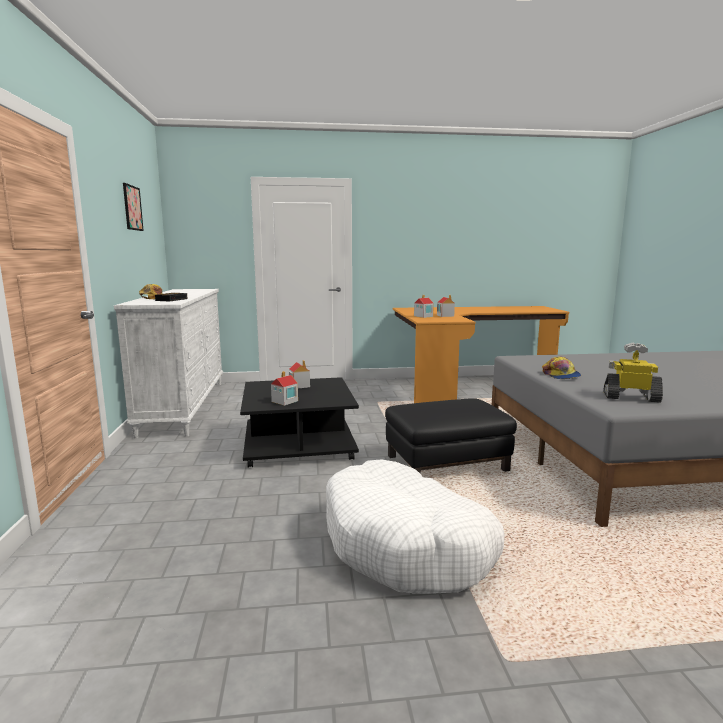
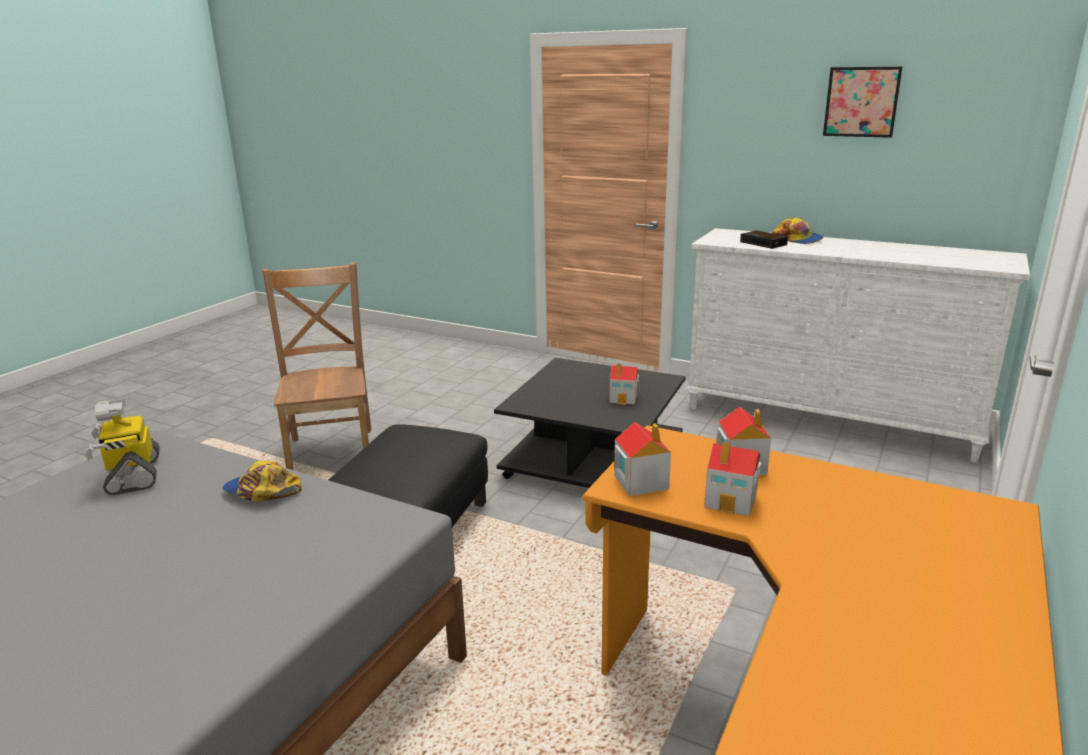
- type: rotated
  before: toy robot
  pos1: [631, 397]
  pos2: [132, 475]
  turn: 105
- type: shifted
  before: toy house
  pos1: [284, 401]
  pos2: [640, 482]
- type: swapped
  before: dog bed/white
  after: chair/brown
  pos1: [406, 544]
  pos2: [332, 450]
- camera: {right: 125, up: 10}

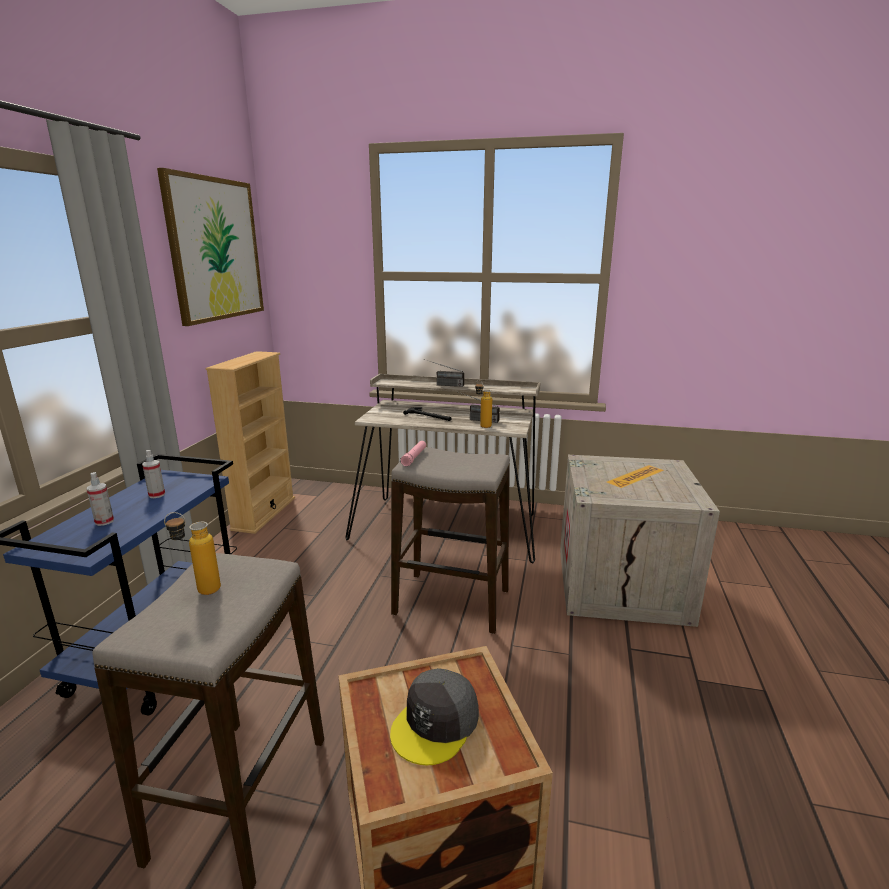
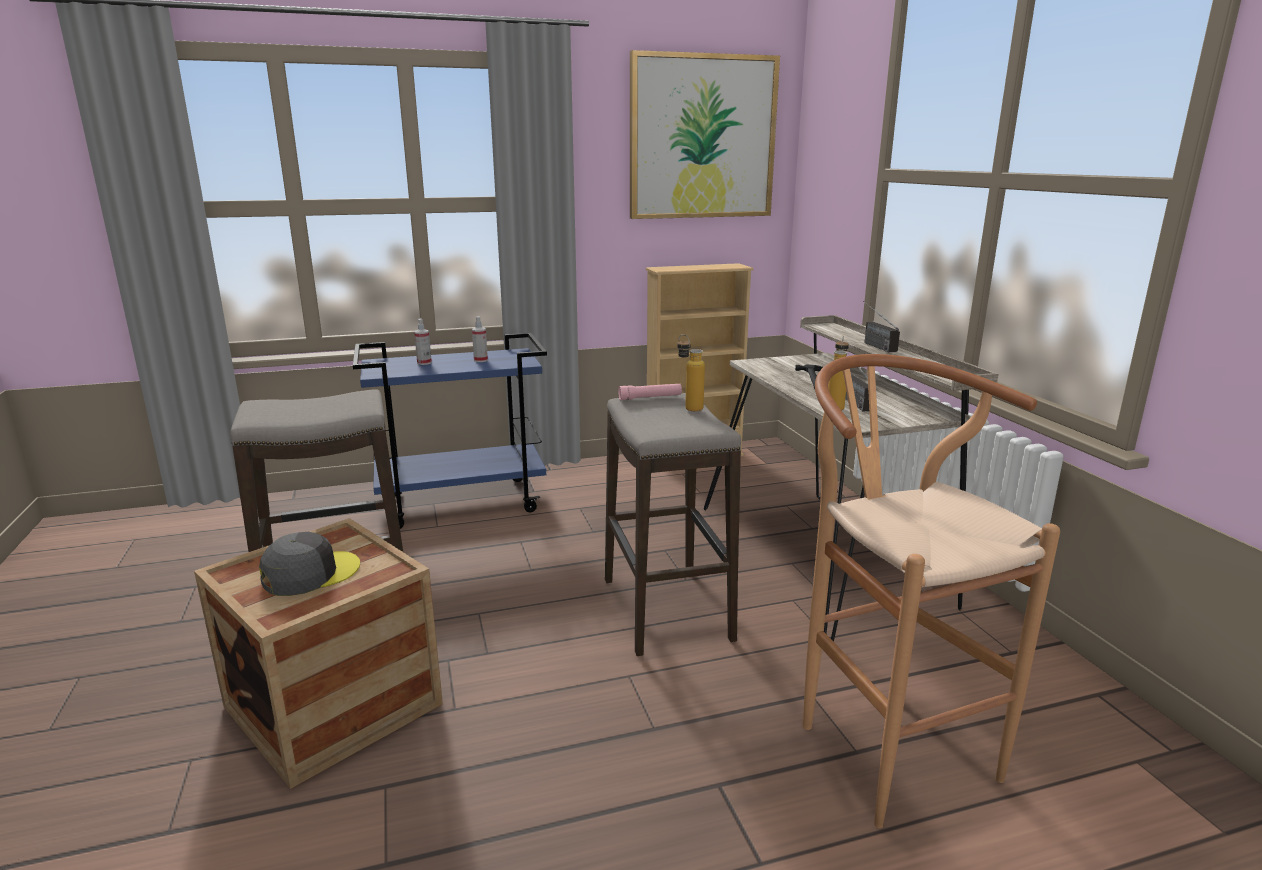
- type: swapped
  before: crate
  after: stool/brown
  pos1: [619, 583]
  pos2: [882, 742]
- type: shifted
  before: bottle
  pos1: [199, 590]
  pos2: [688, 407]
- type: rotated
  before: cap/grey
  pos1: [436, 723]
  pos2: [310, 573]
  turn: 135
- camera: {right: 60, up: 0}

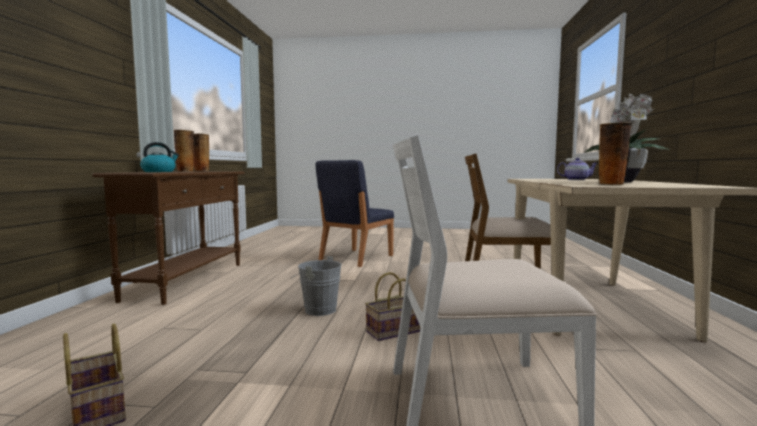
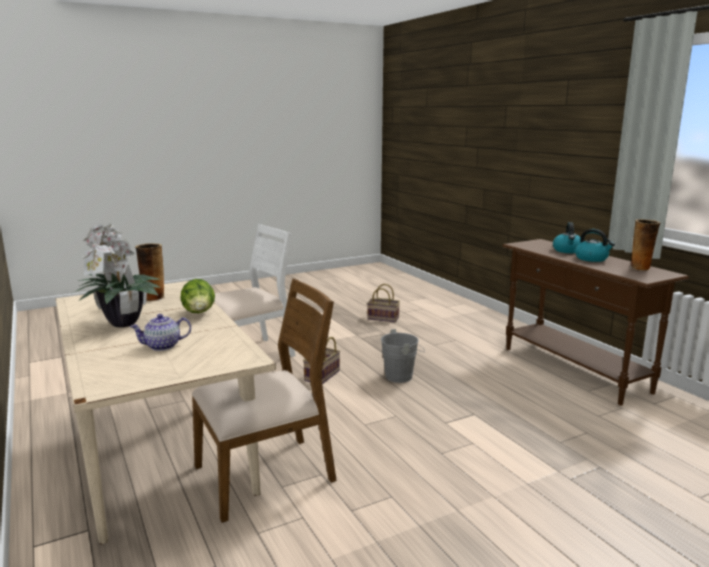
- type: swapped
  before: vase
  after: kettle
  pos1: [186, 171]
  pos2: [592, 259]
- type: gone
  before: chair/blue
  pos1: [355, 258]
- type: new
  after: lettuce
  pos2: [199, 313]
- camera: {right: 145, up: 10}

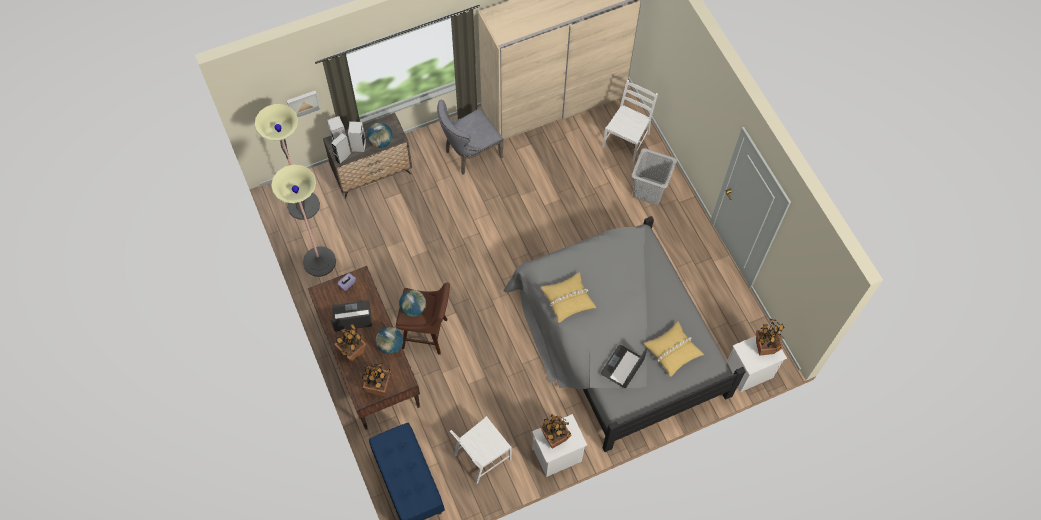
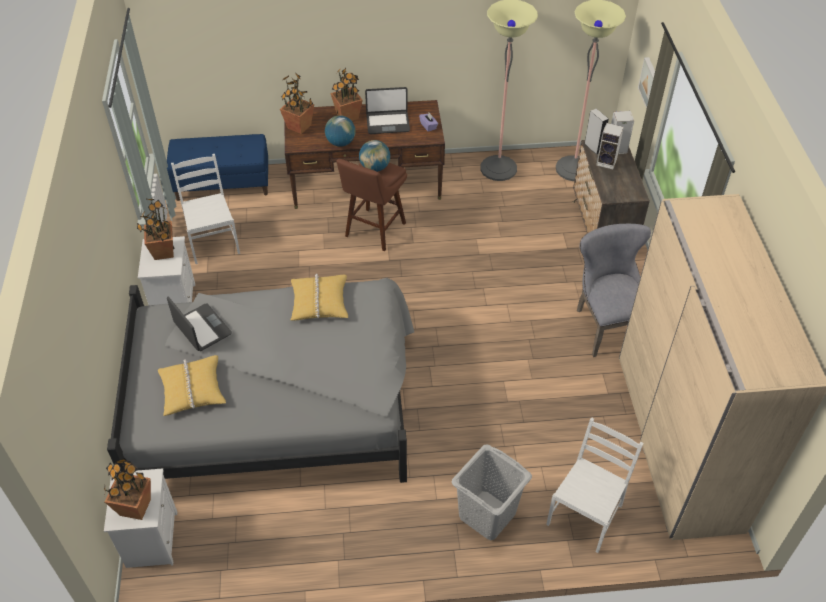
- type: rotated
  before: chair/white
  pos1: [626, 140]
  pos2: [585, 514]
  turn: -105
- type: gone
  before: globe
  pos1: [381, 142]
- type: rotated
  before: laptop
  pos1: [352, 317]
  pos2: [388, 123]
  turn: 75
- camera: {right: 110, up: -15}

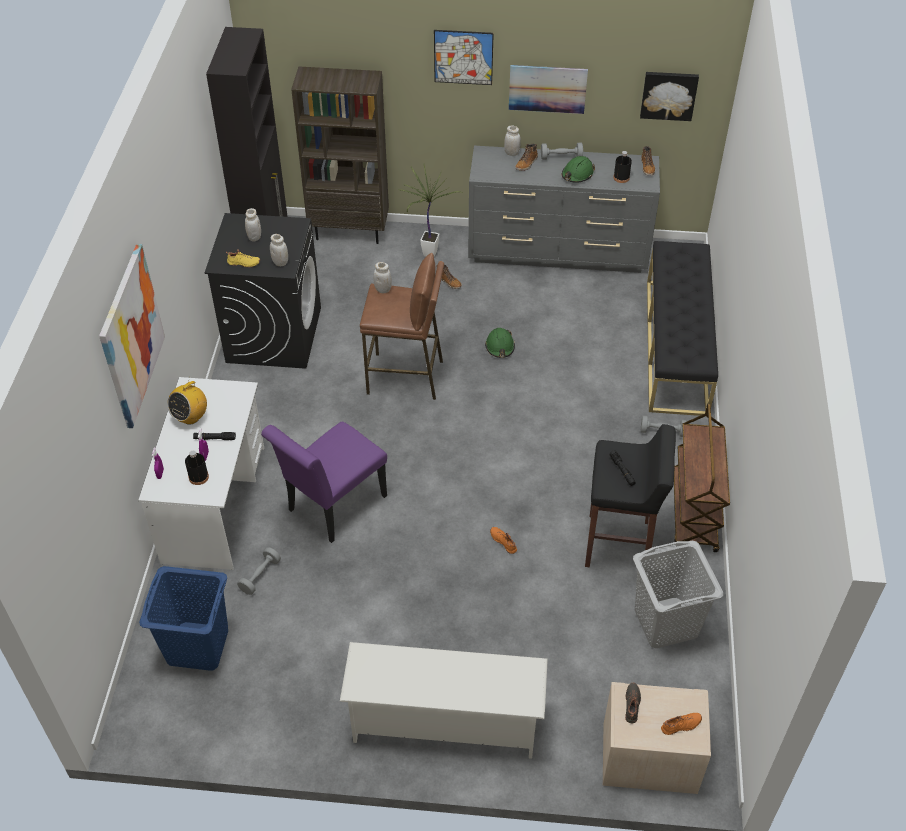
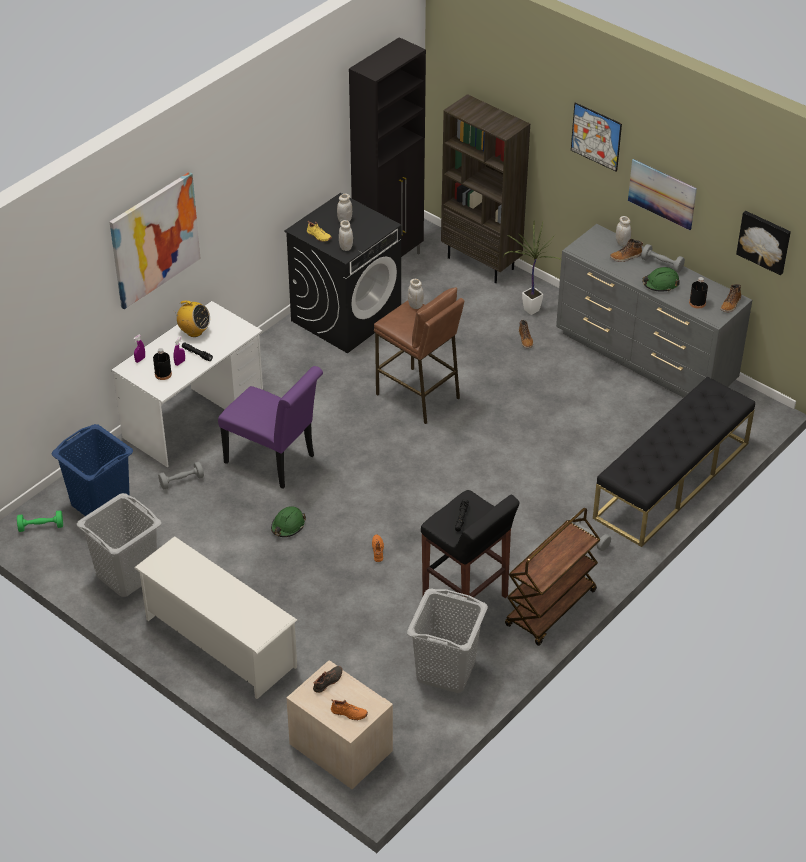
- type: shifted
  before: hard hat/green
  pos1: [500, 347]
  pos2: [288, 526]
- type: rotated
  before: radio
  pos1: [190, 417]
  pos2: [194, 332]
  turn: -135
- type: rotated
  before: chair/purple
  pos1: [332, 507]
  pos2: [274, 461]
  turn: -135
- type: new
  after: laundry basket/grey
  pos2: [126, 575]
- type: new
  after: dumbbell/green
  pos2: [41, 527]
- camera: {right: 35, up: -5}

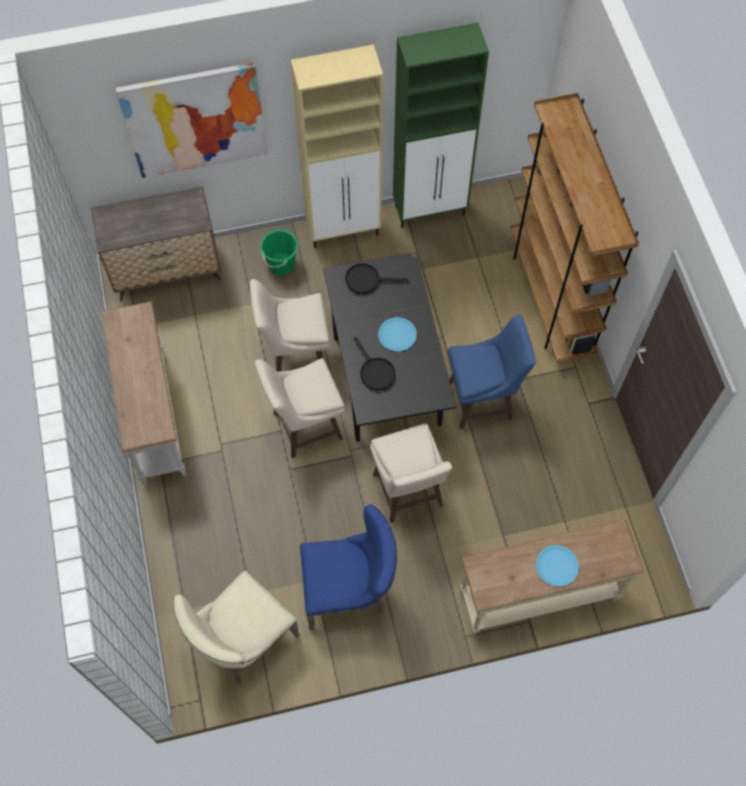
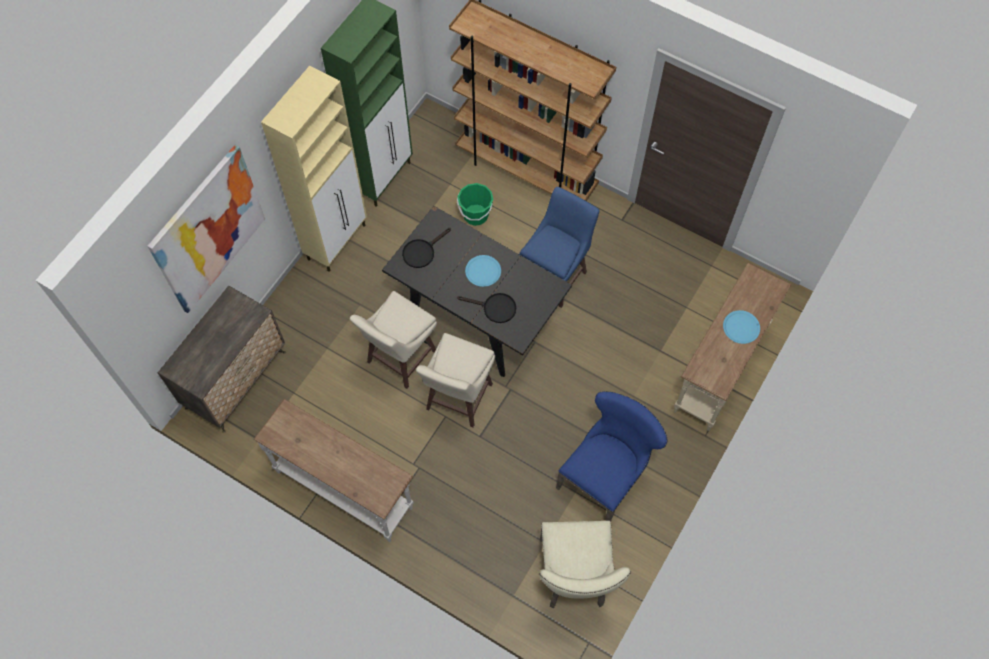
- type: shifted
  before: bucket/green
  pos1: [281, 264]
  pos2: [475, 215]
- type: gone
  before: stool/beige
  pos1: [407, 492]
- camera: {right: -45, up: 0}

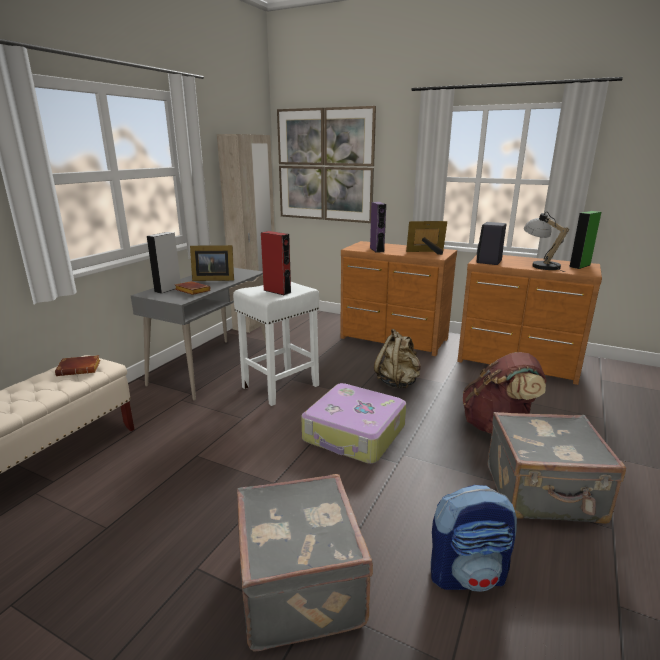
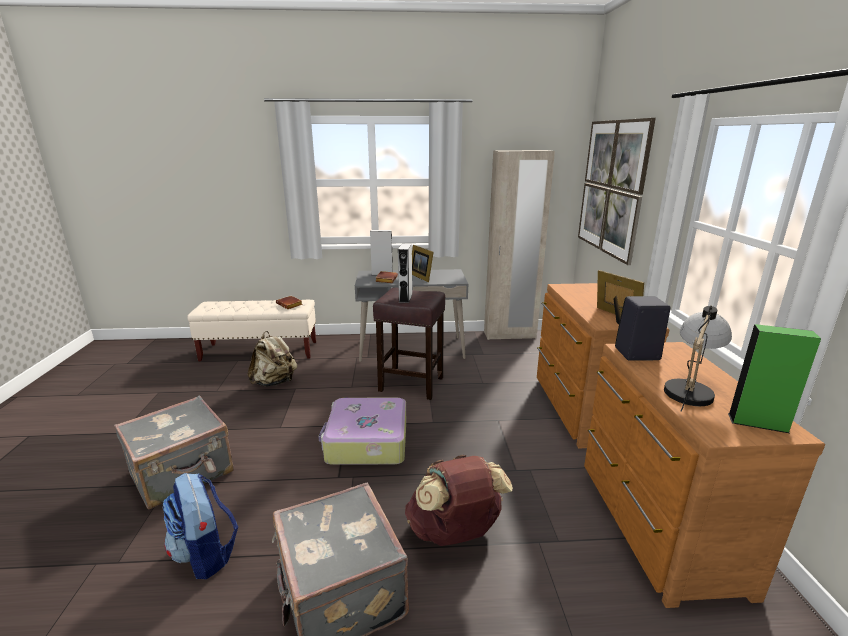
- type: gone
  before: speaker/purple
  pos1: [377, 250]
- type: repainted
  before: speaker/red
  after: speaker/grey
  pos1: [277, 291]
  pos2: [405, 298]
- type: repainted
  before: stool/white
  after: stool/brown
  pos1: [279, 387]
  pos2: [410, 384]
- type: shifted
  before: backpack/beige
  pos1: [398, 382]
  pos2: [275, 382]
- camera: {right: 60, up: 0}

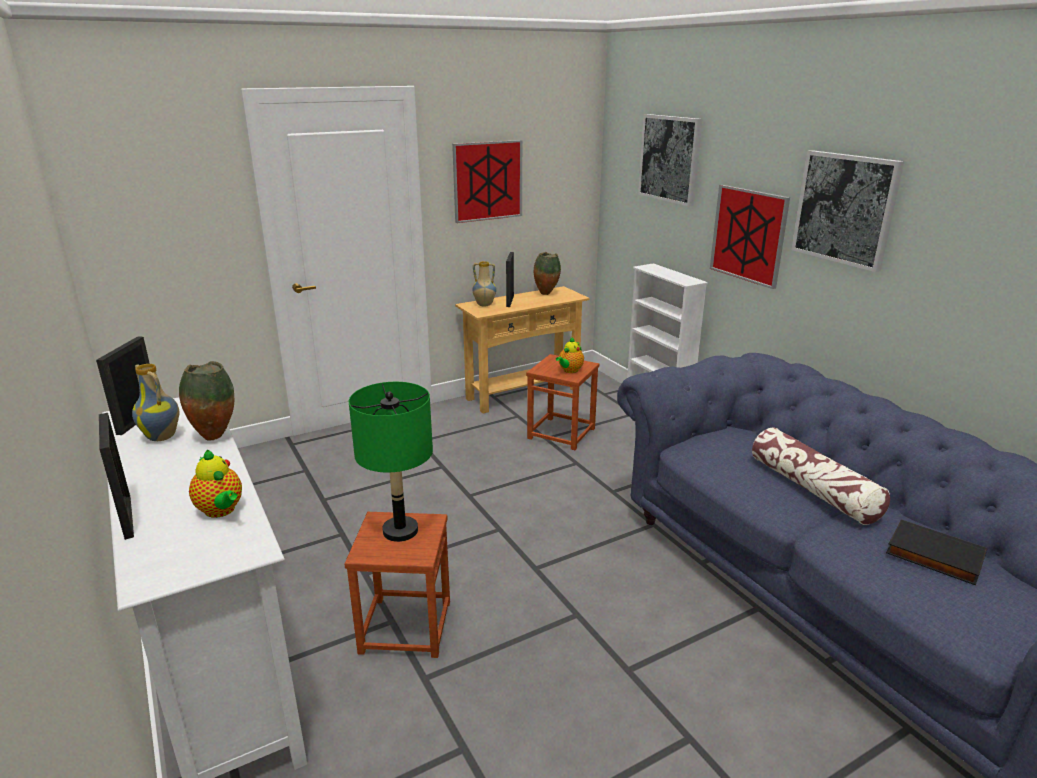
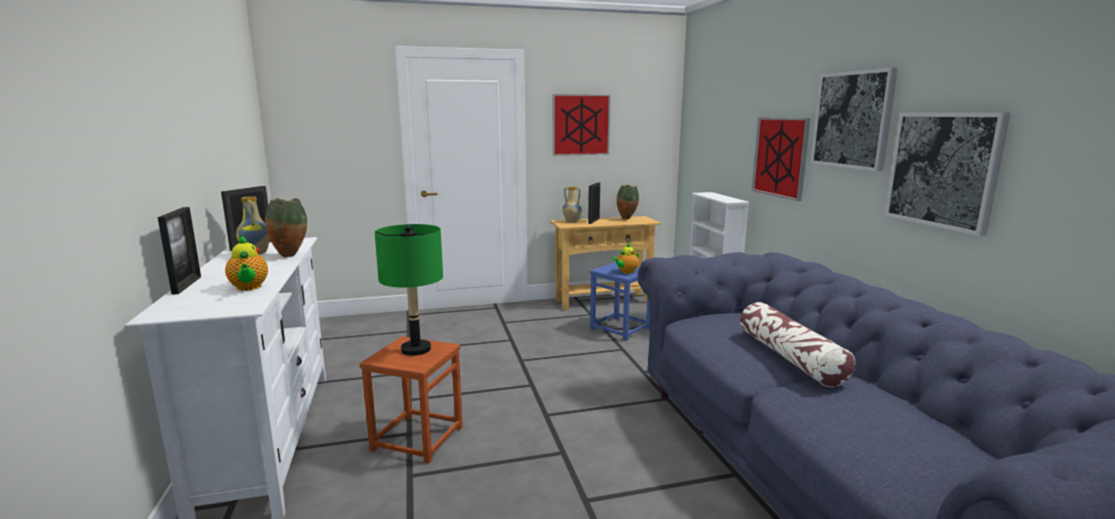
- type: shifted
  before: picture
  pos1: [670, 159]
  pos2: [943, 169]
- type: repainted
  before: stool/brown
  after: stool/blue
  pos1: [561, 433]
  pos2: [621, 328]
- type: gone
  before: book/black
  pos1: [933, 556]
- camera: {right: 15, up: -10}

